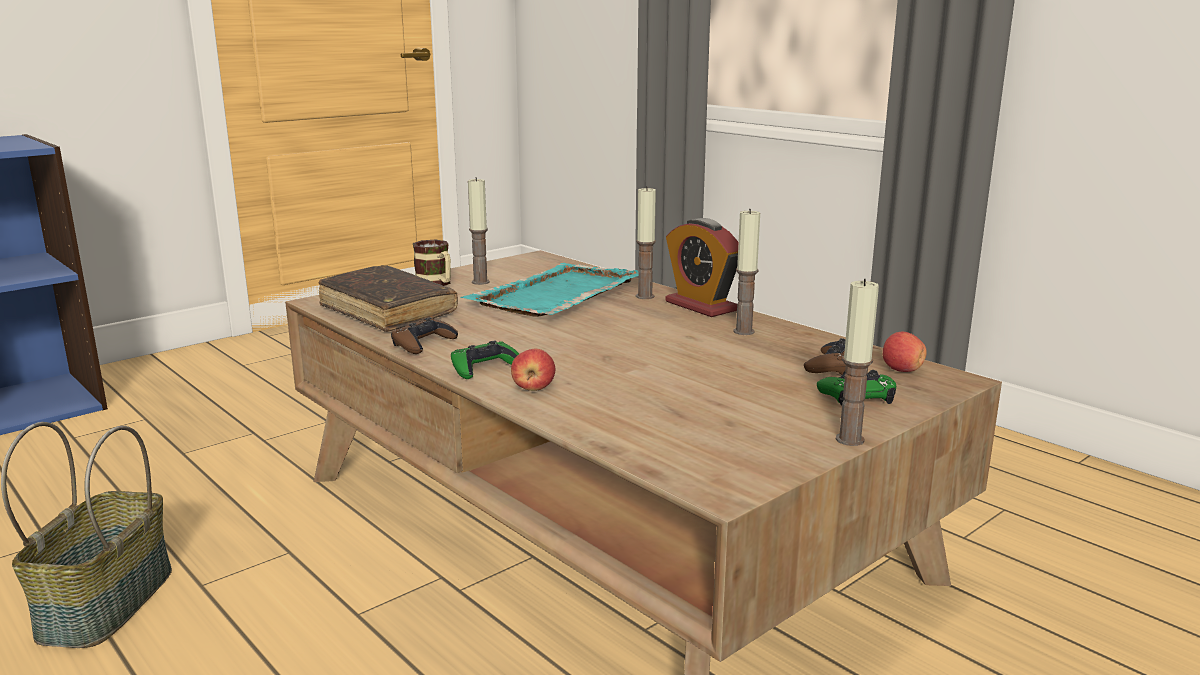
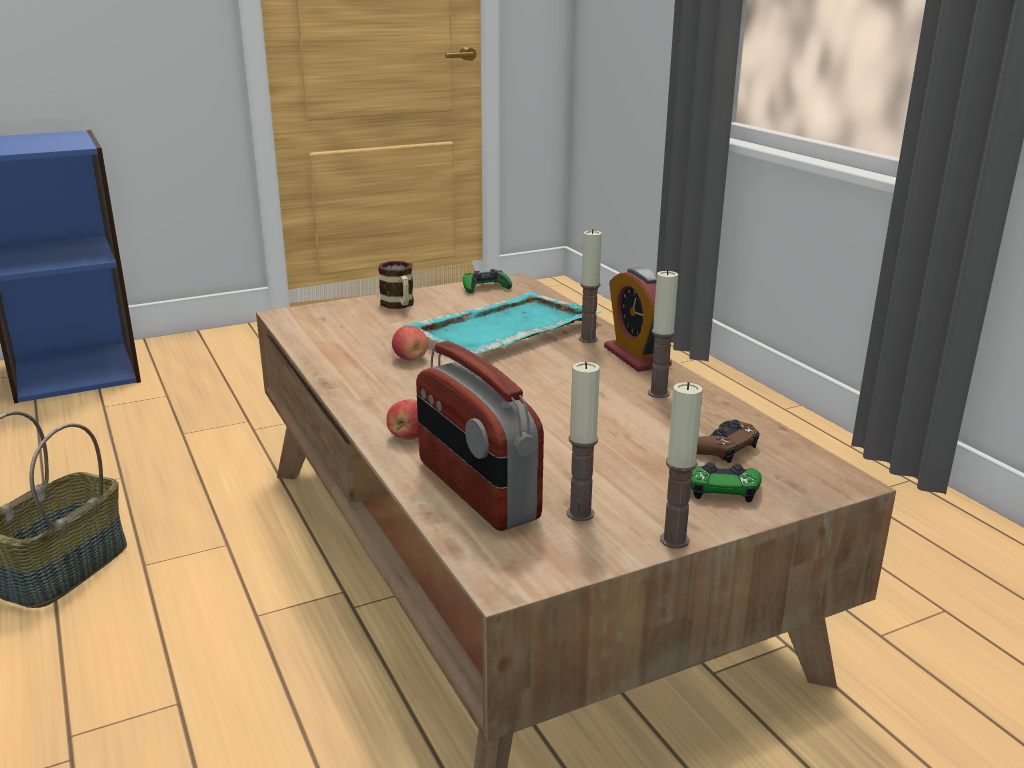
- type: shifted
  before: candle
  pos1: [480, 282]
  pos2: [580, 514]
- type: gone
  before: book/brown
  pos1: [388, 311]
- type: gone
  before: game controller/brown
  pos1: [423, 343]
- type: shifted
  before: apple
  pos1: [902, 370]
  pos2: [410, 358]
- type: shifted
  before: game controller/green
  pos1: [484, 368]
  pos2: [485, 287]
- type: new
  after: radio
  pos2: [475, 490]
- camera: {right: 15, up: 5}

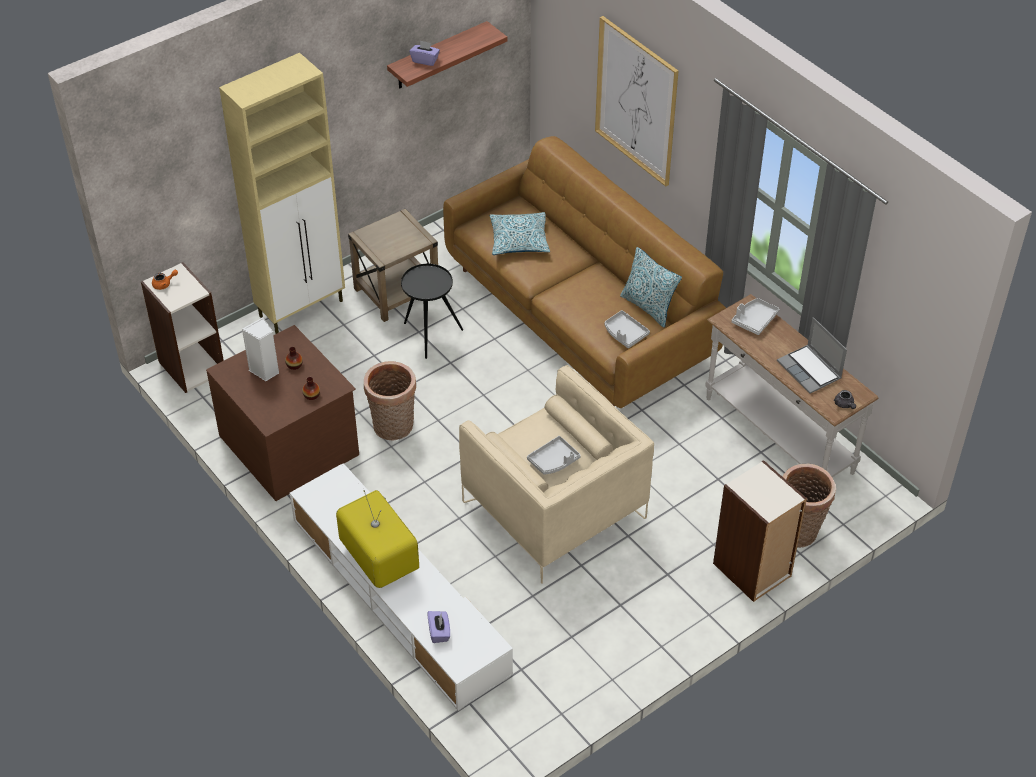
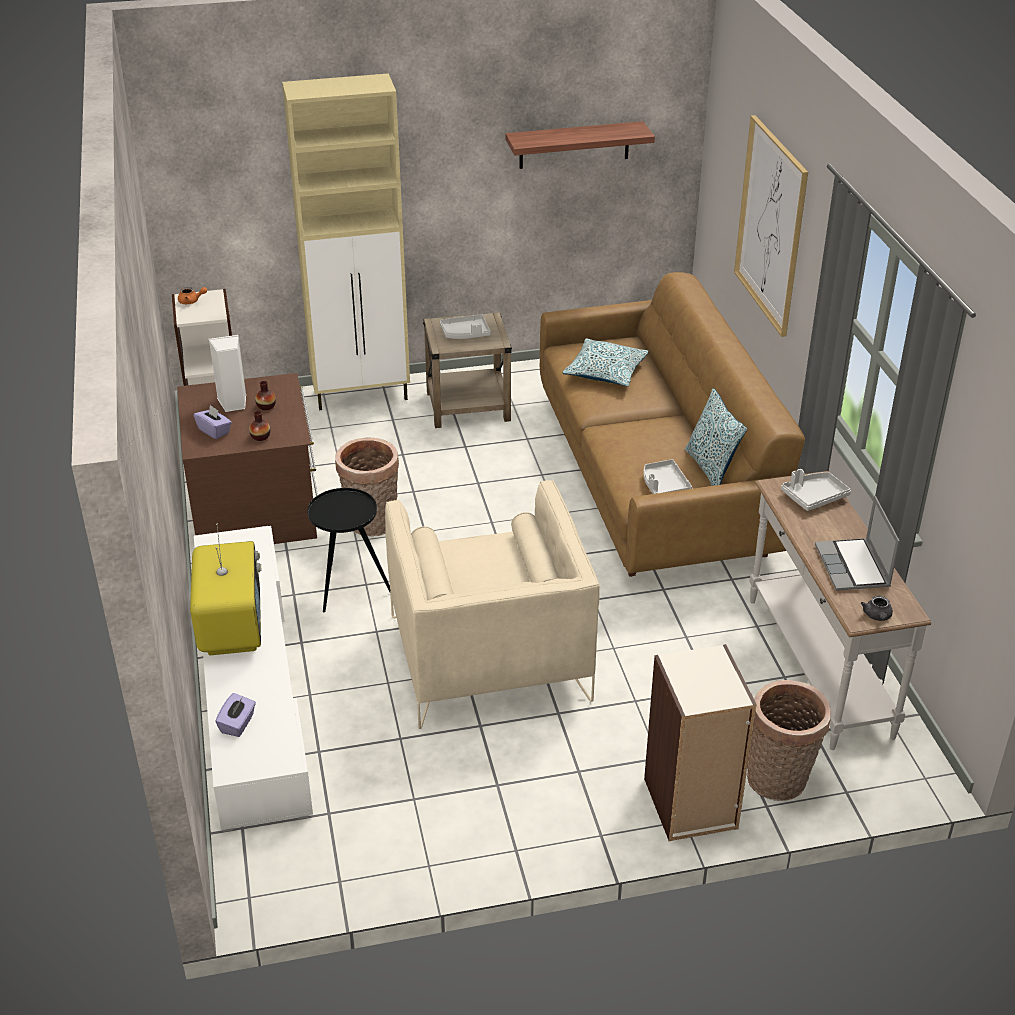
- type: shifted
  before: tissue box/purple
  pos1: [425, 60]
  pos2: [214, 431]
- type: shifted
  before: side table/black
  pos1: [429, 335]
  pos2: [349, 587]
- type: shifted
  before: tray/grey
  pos1: [554, 461]
  pos2: [465, 334]
- camera: {right: 25, up: -10}

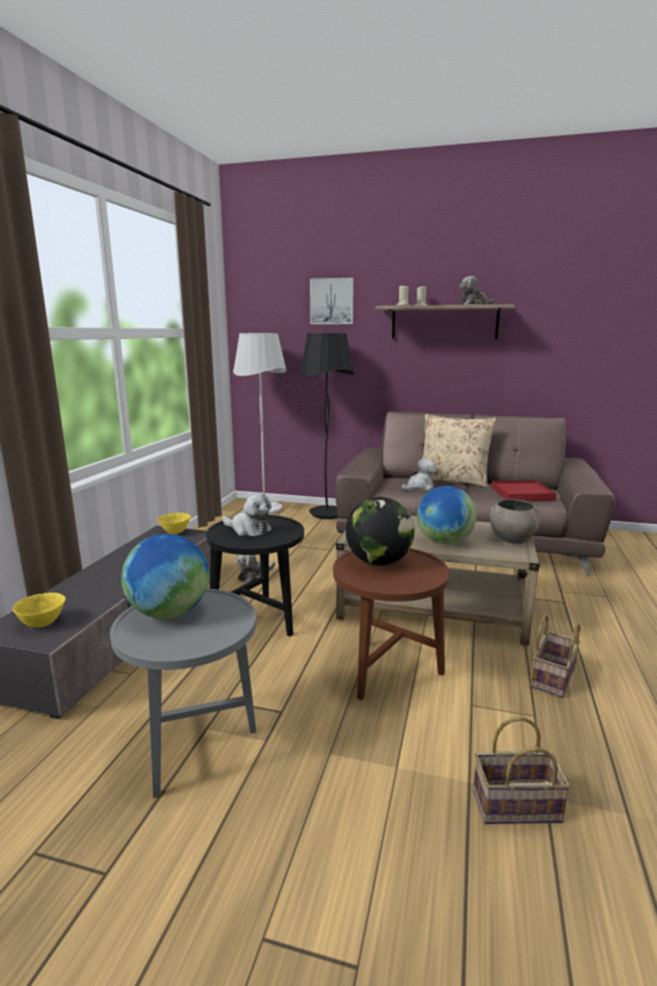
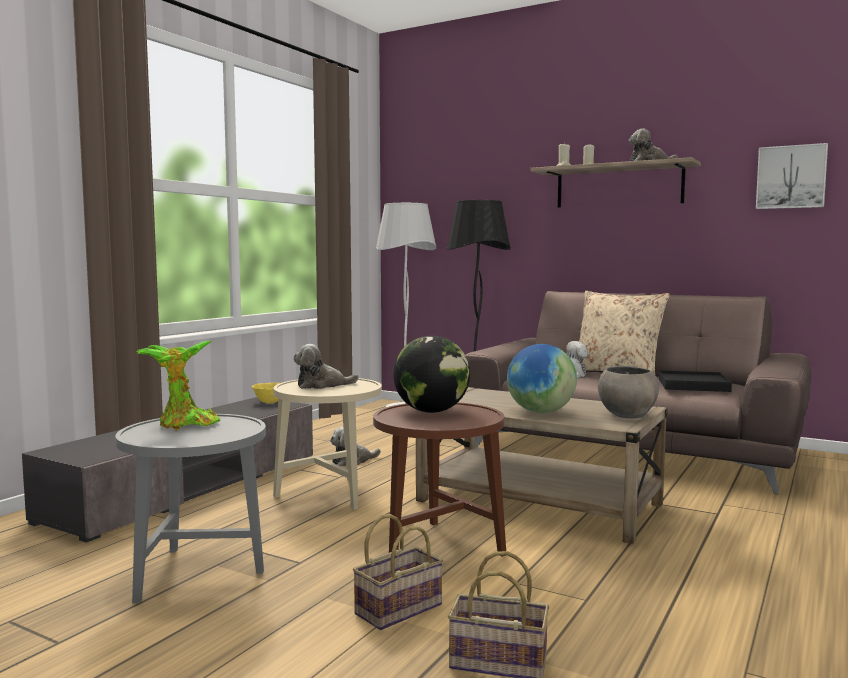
- type: shifted
  before: picture
  pos1: [332, 301]
  pos2: [791, 177]
- type: repainted
  before: tray/red
  after: tray/black
  pos1: [522, 494]
  pos2: [693, 385]
- type: rotated
  before: plush toy
  pos1: [248, 529]
  pos2: [322, 385]
  turn: 120
- type: repainted
  before: side table/black
  after: side table/beige
  pos1: [259, 621]
  pos2: [329, 495]
- type: swapped
  before: globe
  after: potted plant
  pos1: [170, 613]
  pos2: [184, 425]
- type: gone
  before: bowl/yellow
  pos1: [43, 624]
- type: shifted
  before: basket
  pos1: [552, 676]
  pos2: [399, 608]
- camera: {right: 15, up: -10}

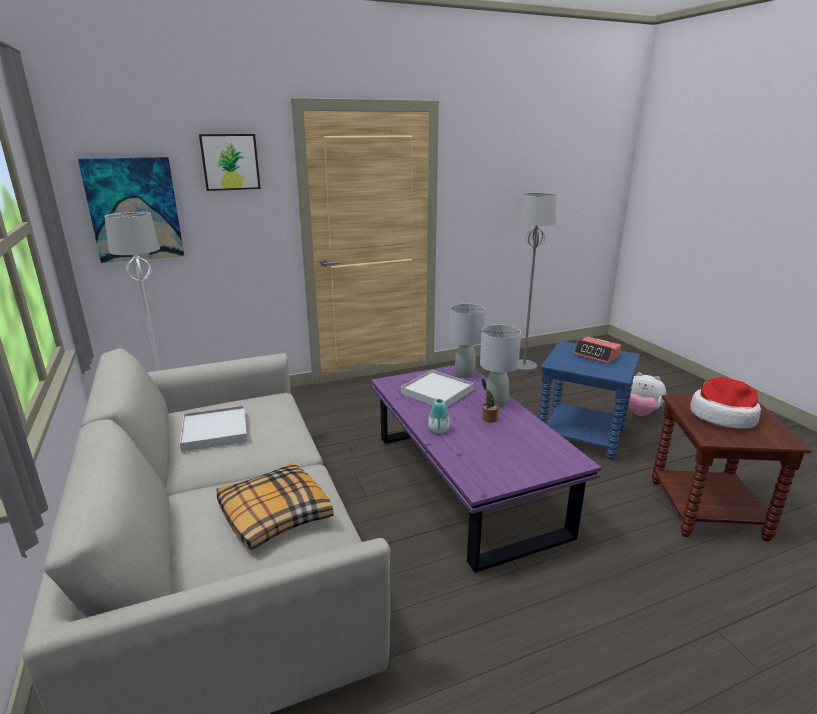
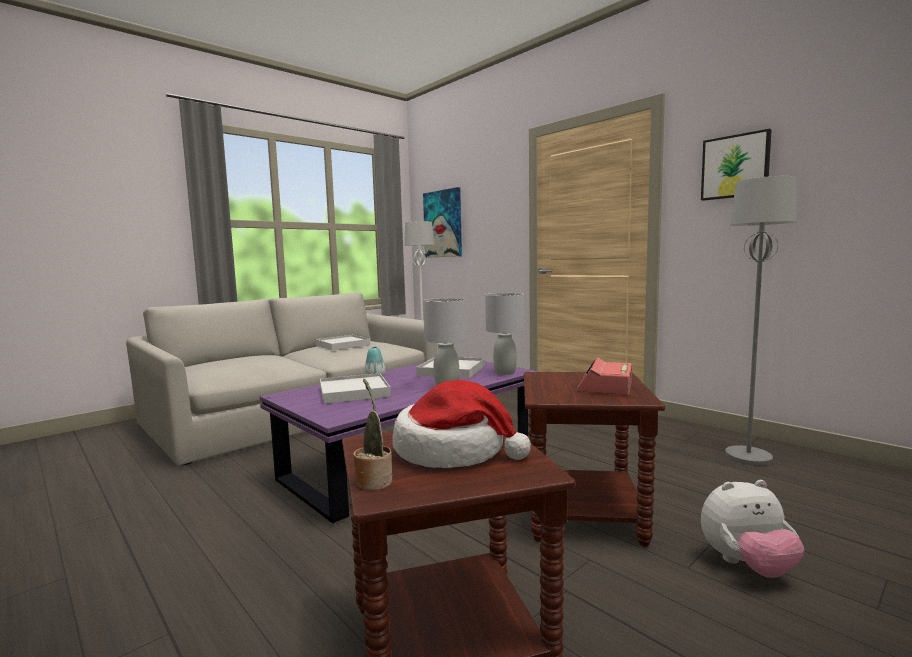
- type: shifted
  before: picture
  pos1: [230, 162]
  pos2: [735, 166]
- type: repainted
  before: side table/blue
  after: side table/brown
  pos1: [581, 435]
  pos2: [584, 513]
- type: rotated
  before: plush toy
  pos1: [640, 413]
  pos2: [747, 566]
  turn: -105
- type: shifted
  before: potted plant
  pos1: [488, 418]
  pos2: [373, 481]
- type: gone
  before: pillow
  pos1: [274, 515]
- type: new
  after: tray/white
  pos2: [353, 392]
- camera: {right: 70, up: -15}

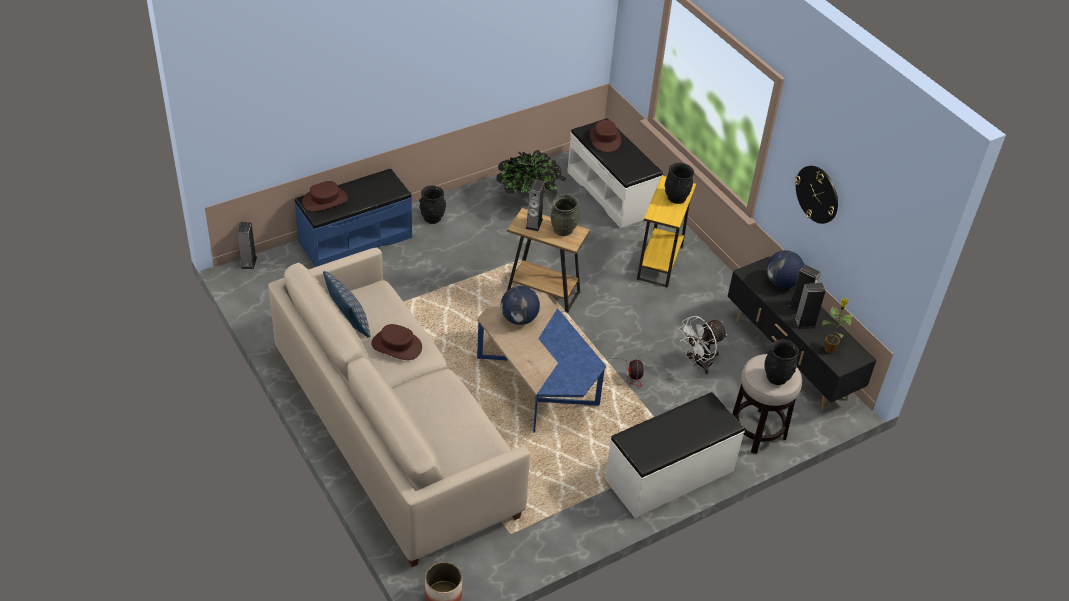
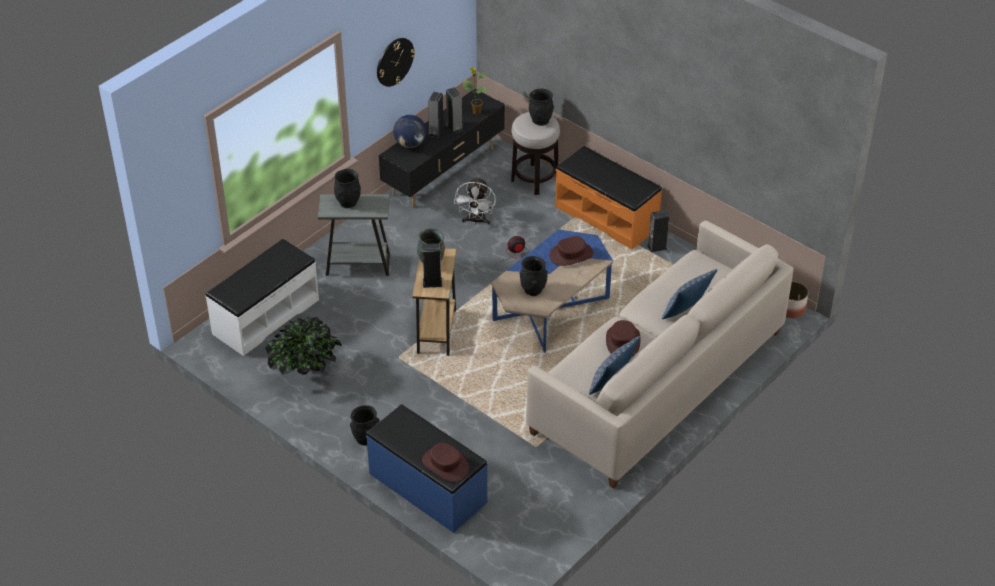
- type: shifted
  before: hat/brown
  pos1: [604, 139]
  pos2: [571, 255]
- type: repainted
  before: side table/yellow
  after: side table/grey
  pos1: [660, 263]
  pos2: [358, 265]
- type: shifted
  before: speaker
  pos1: [248, 262]
  pos2: [657, 247]
- type: swapped
  before: globe
  after: vase/black
  pos1: [519, 319]
  pos2: [533, 289]
- type: rotated
  before: fan/white
  pos1: [699, 363]
  pos2: [476, 221]
  turn: 60
- type: repainted
  before: bench/white
  after: bench/orange
  pos1: [670, 475]
  pos2: [607, 217]
- type: new
  after: pillow
  pos2: [686, 311]
- camera: {right: -105, up: 0}

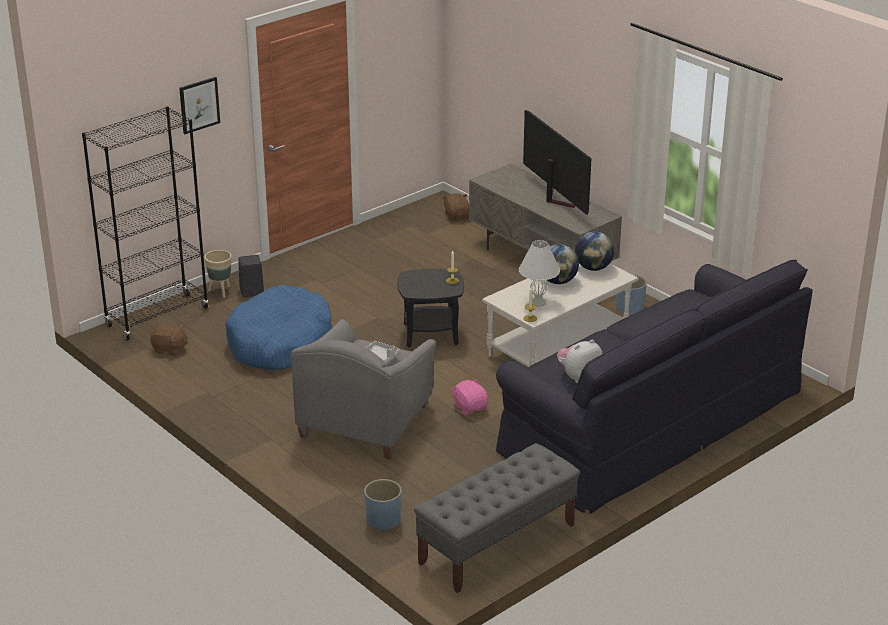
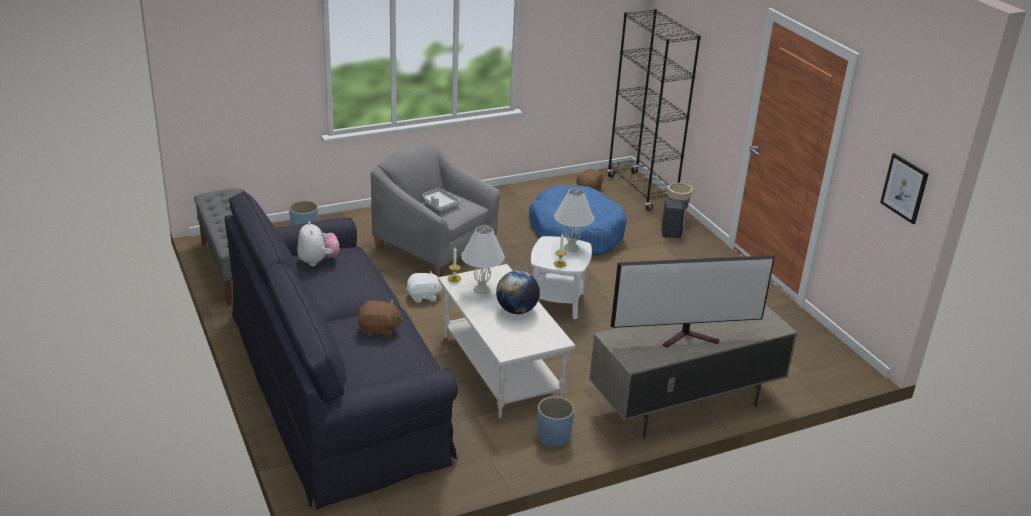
- type: shifted
  before: picture
  pos1: [199, 105]
  pos2: [904, 188]
- type: shifted
  before: plush toy/brown
  pos1: [457, 216]
  pos2: [379, 330]
- type: gone
  before: globe
  pos1: [593, 268]
- type: repainted
  before: side table/black
  after: side table/white
  pos1: [431, 334]
  pos2: [557, 303]
- type: repainted
  before: plush toy/pink
  after: plush toy/white
  pos1: [470, 407]
  pos2: [424, 296]
- type: new
  after: table lamp/white
  pos2: [570, 248]
- camera: {right: 105, up: 0}

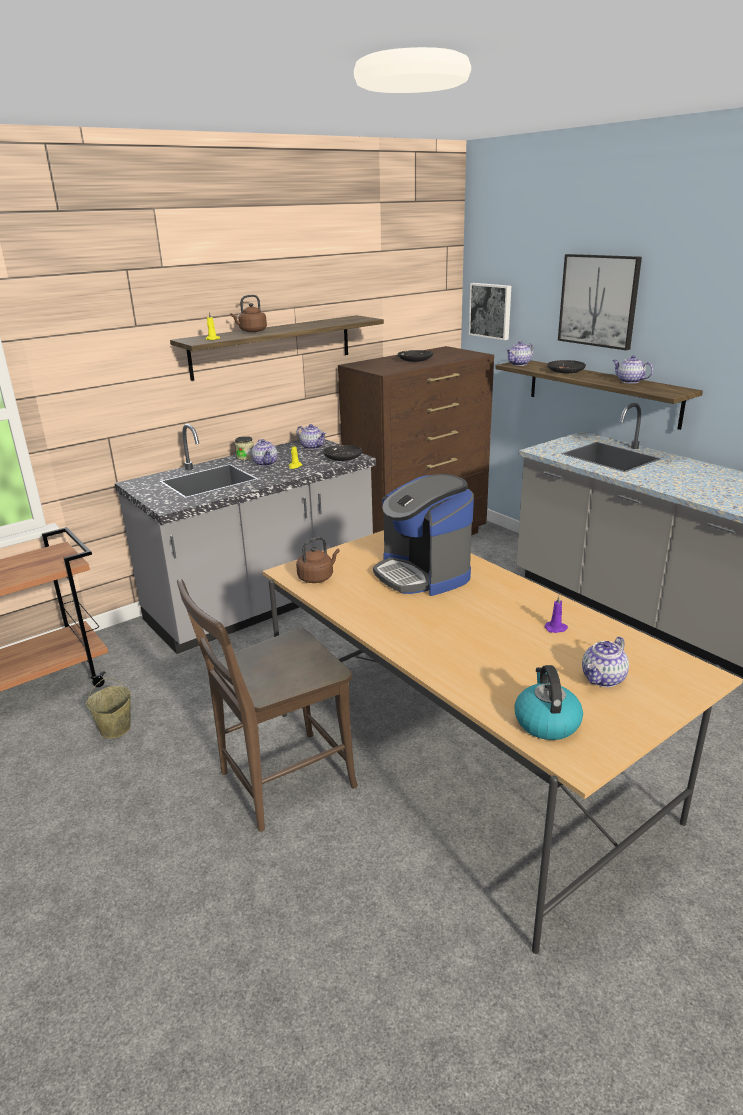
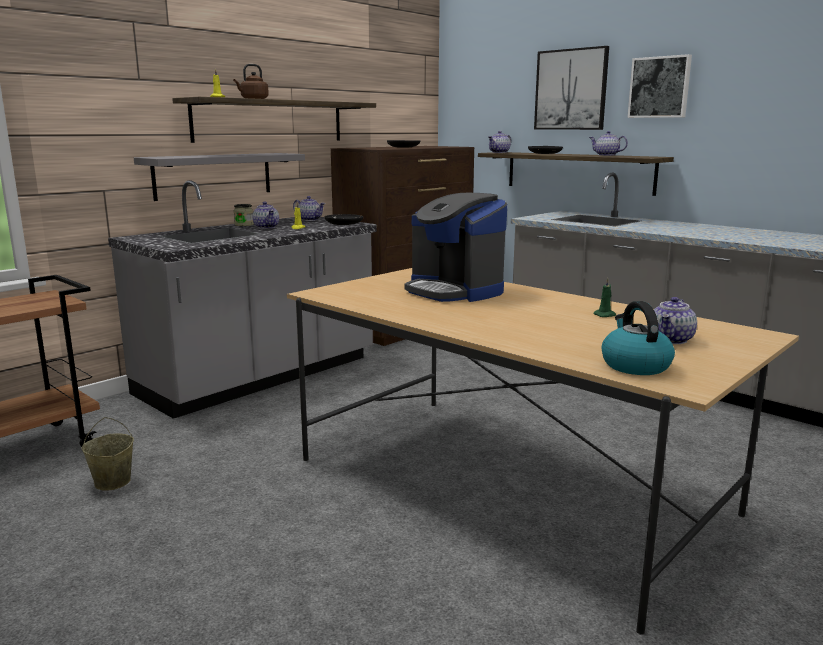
- type: shifted
  before: picture
  pos1: [491, 310]
  pos2: [660, 87]
- type: gone
  before: kettle/brown
  pos1: [317, 577]
- type: gone
  before: chair/brown
  pos1: [280, 782]
- type: repainted
  before: candle/purple
  after: candle/green
  pos1: [556, 628]
  pos2: [605, 315]
- type: new
  after: shelf/grey
  pos2: [213, 175]
- camera: {right: -10, up: -10}

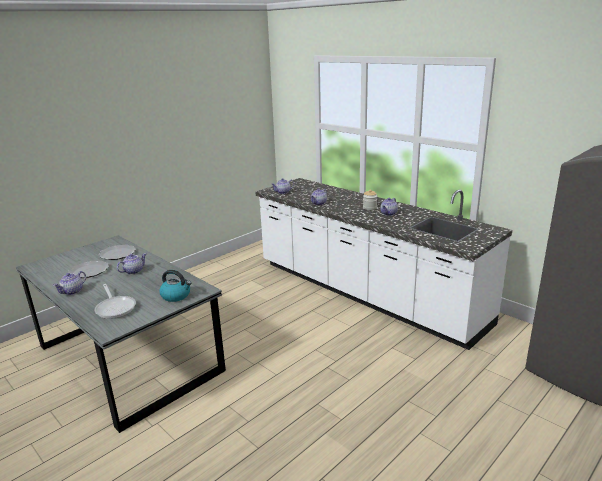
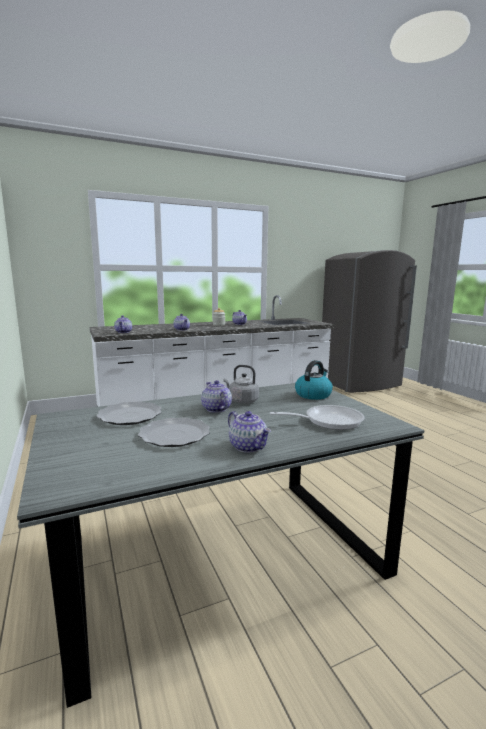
- type: new
  after: kettle/grey
  pos2: [241, 401]
- camera: {right: -70, up: -10}

